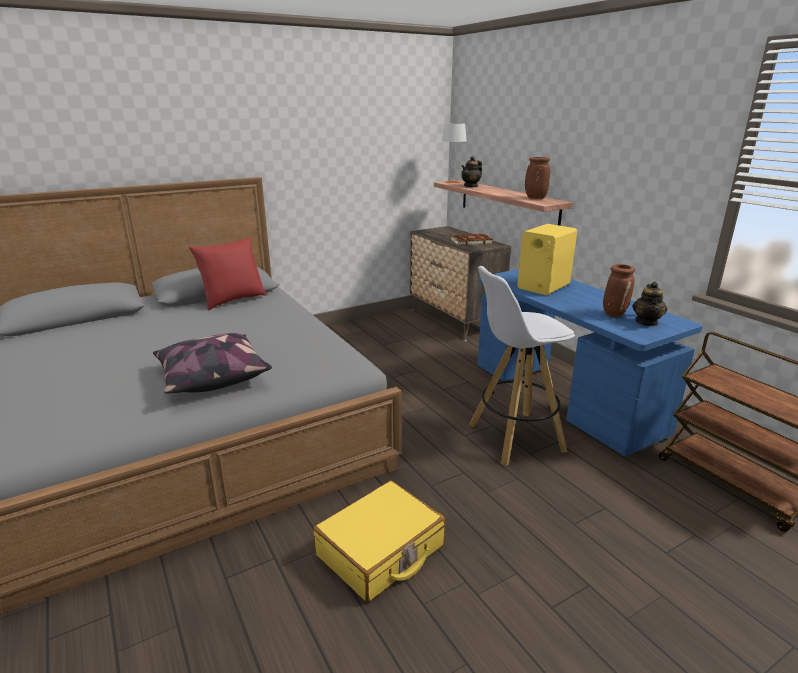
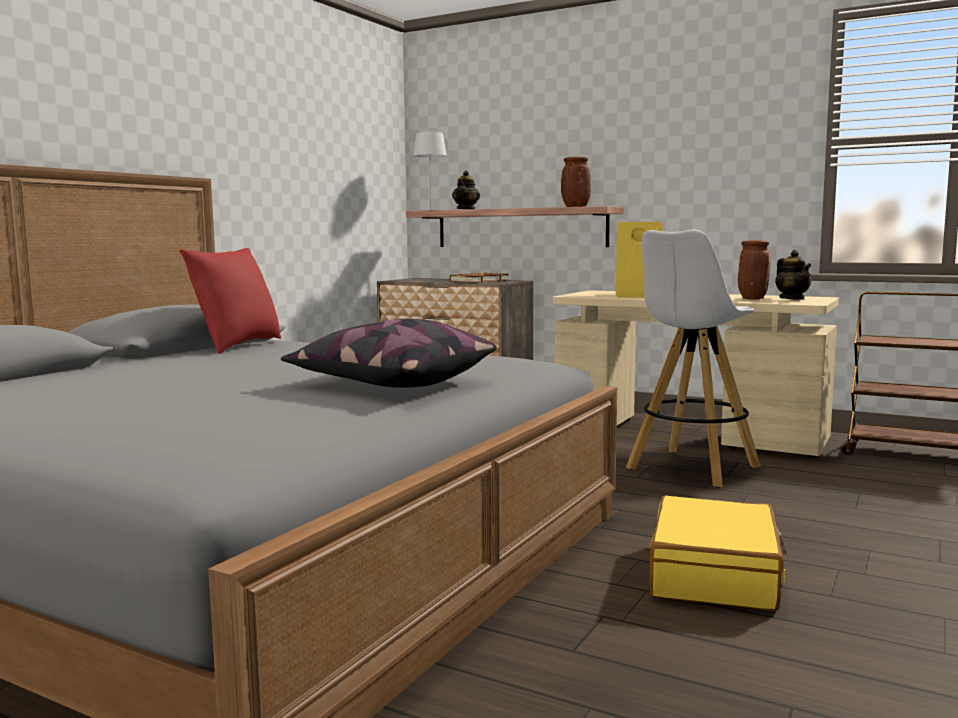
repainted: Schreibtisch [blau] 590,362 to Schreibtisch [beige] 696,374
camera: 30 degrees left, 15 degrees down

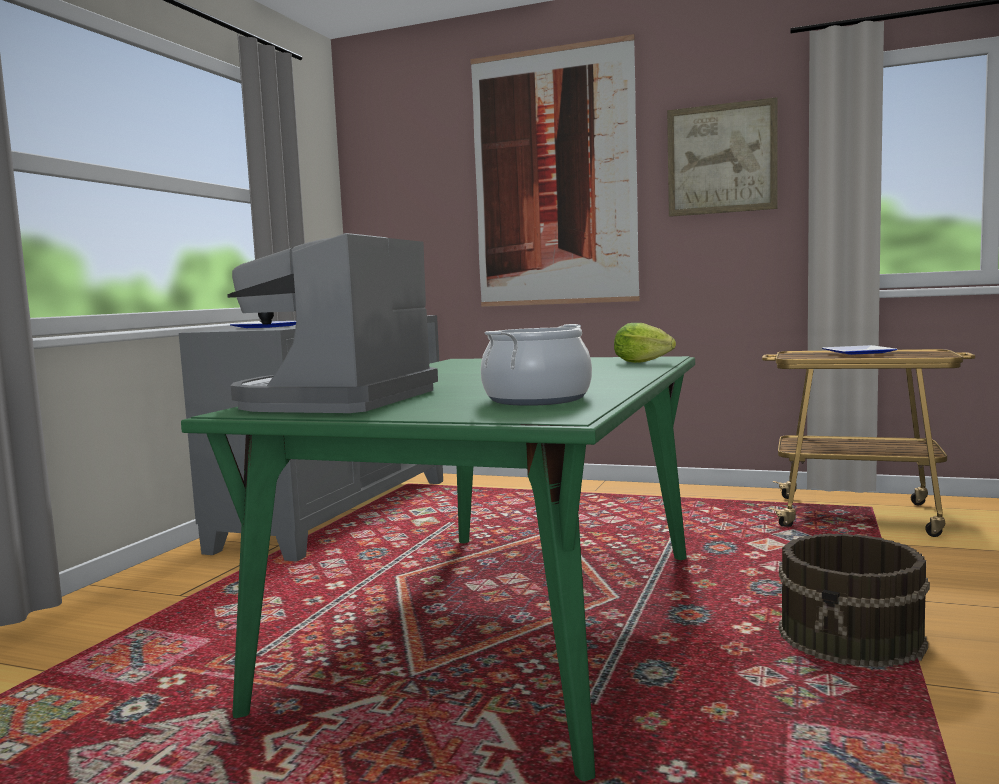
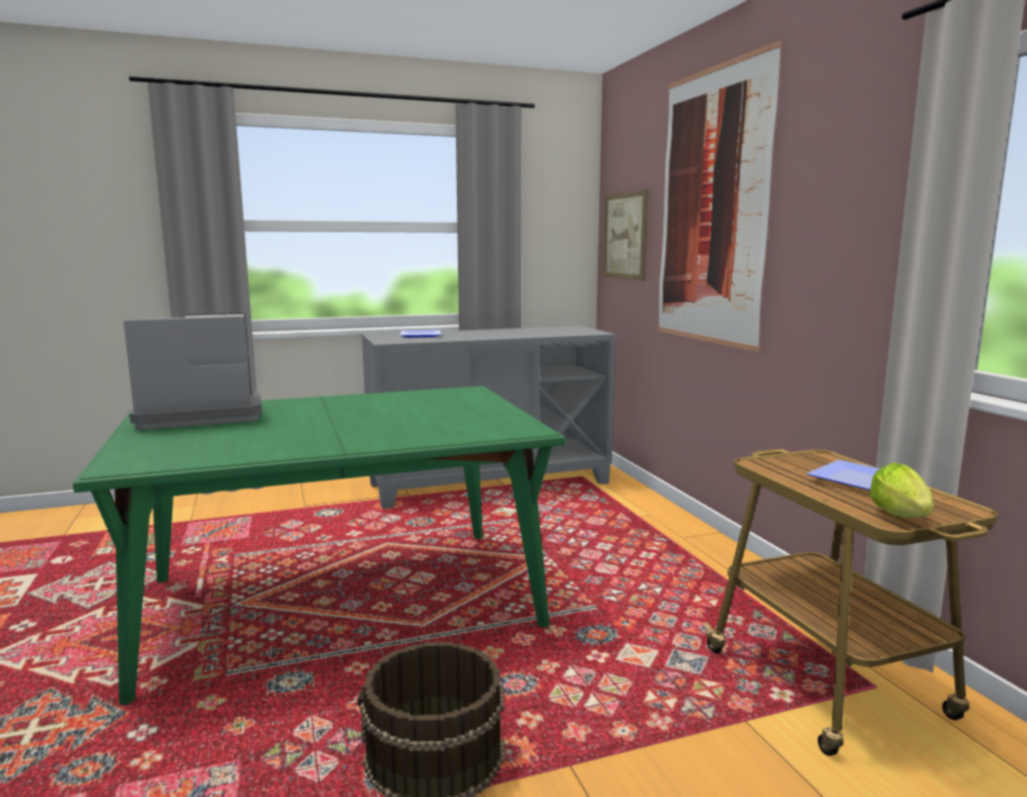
gone: Kochtopf 536,365
shifted: Salatkopf 645,343 to 902,490; Bild 722,157 to 626,234
camera: 50 degrees right, 5 degrees up

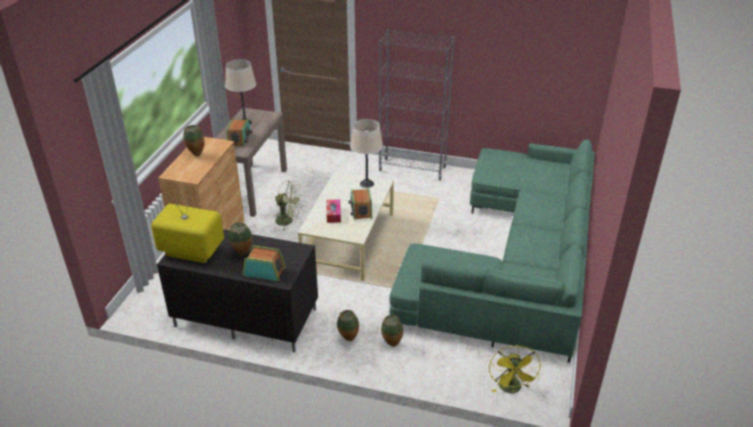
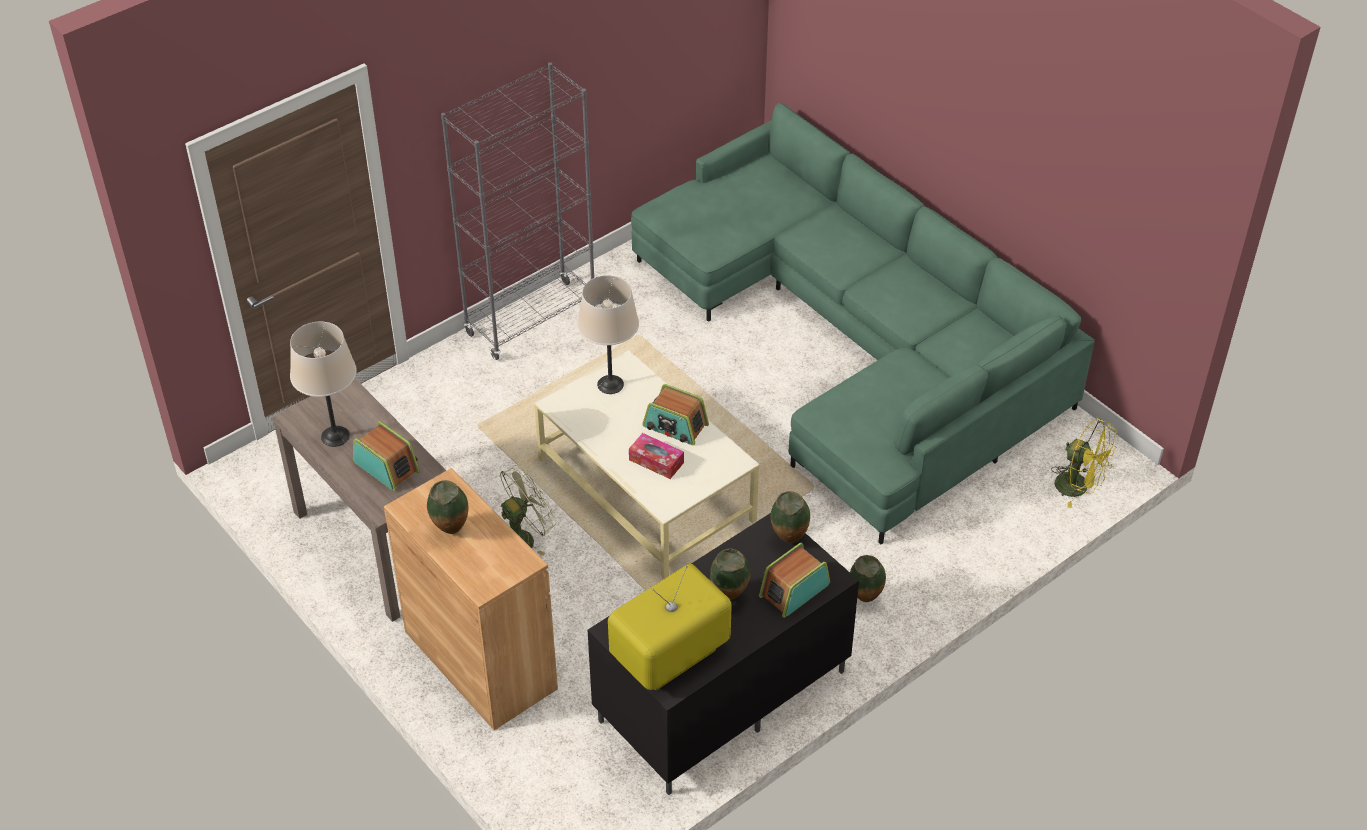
shifted: Vase 392,331 to 790,517
camera: 55 degrees left, 10 degrees up

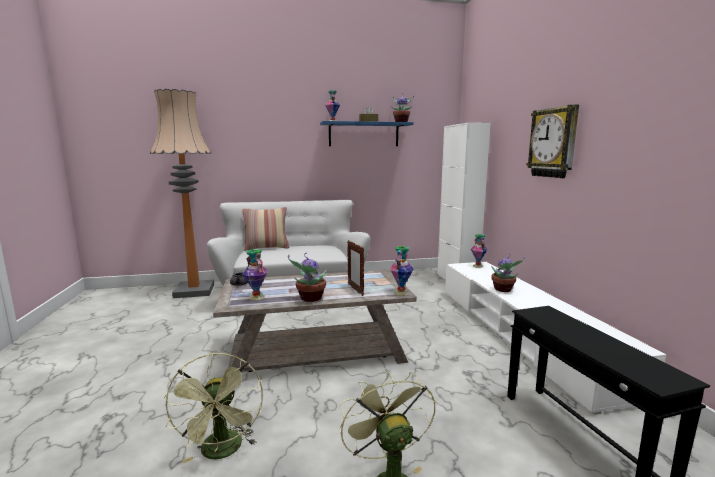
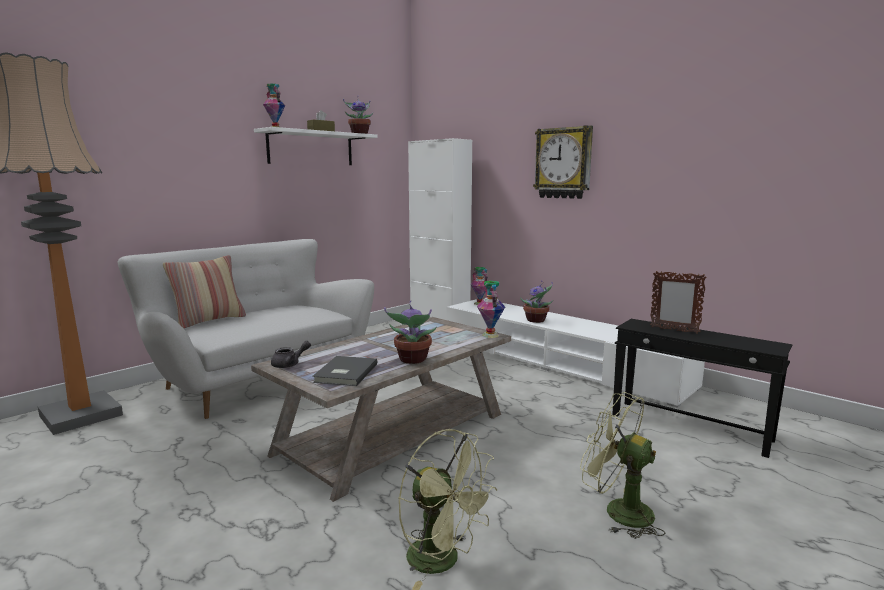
shifted: Bilderrahmen 355,268 to 678,302
swapped: Vase 255,274 to Buch [grau] 345,371
repainted: Wandregal [blau] 367,133 to Wandregal [weiß] 316,146
camera: 35 degrees left, 0 degrees up

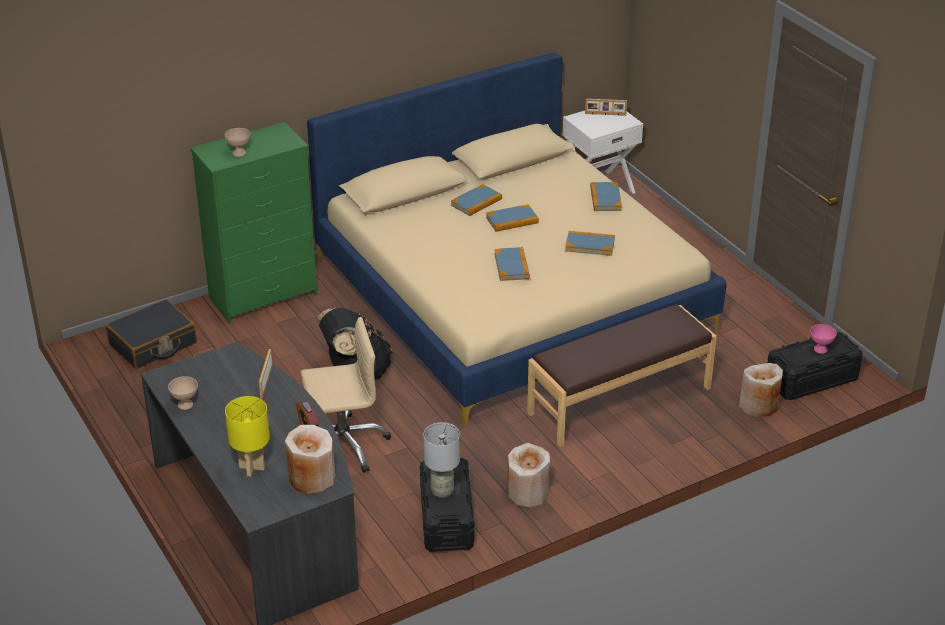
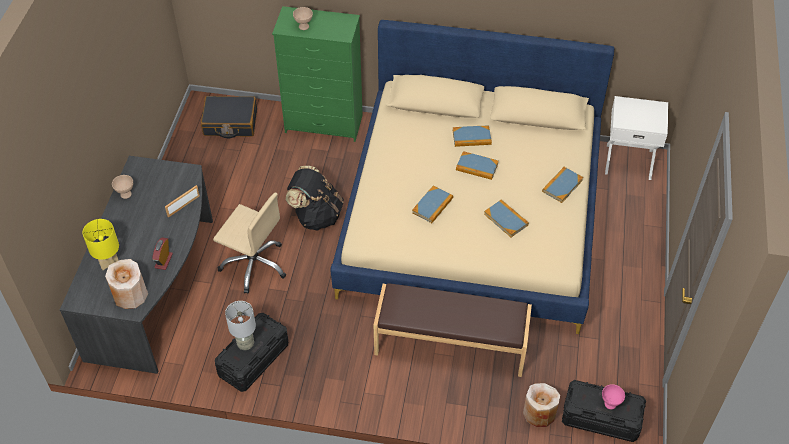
gone: Vase [beige] 528,475; Bilderrahmen 606,107
camera: 40 degrees right, 15 degrees up

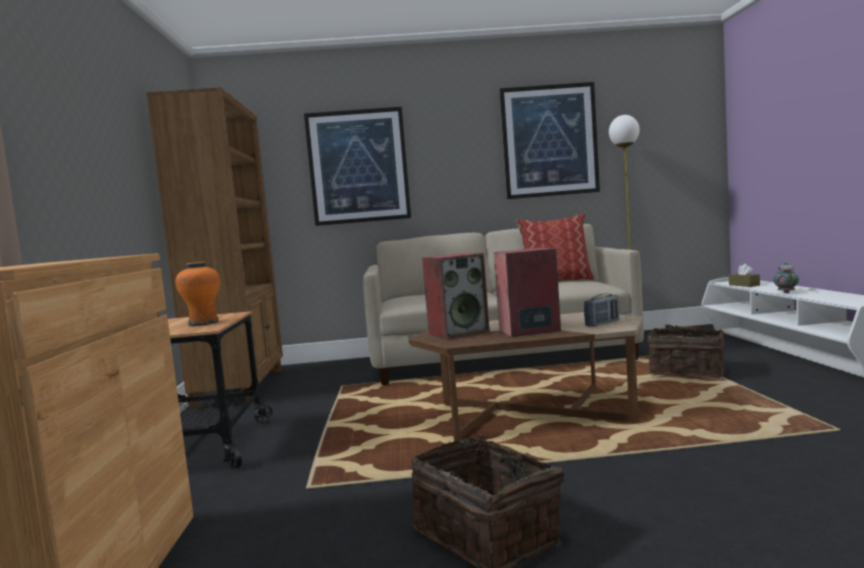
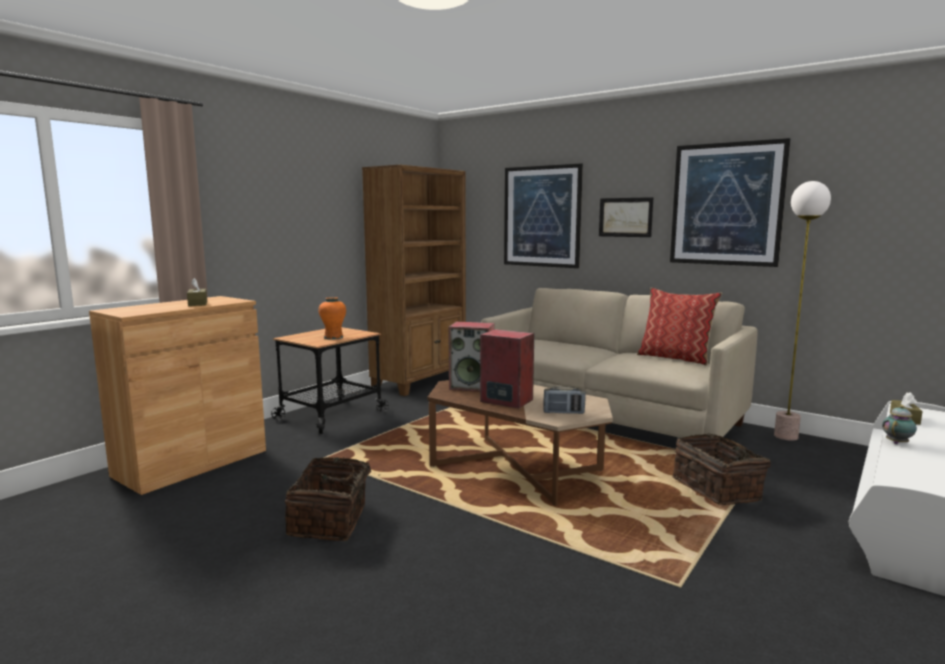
new: Taschentuchbox [braun] 197,292; Bild 626,217
camera: 40 degrees right, 5 degrees up

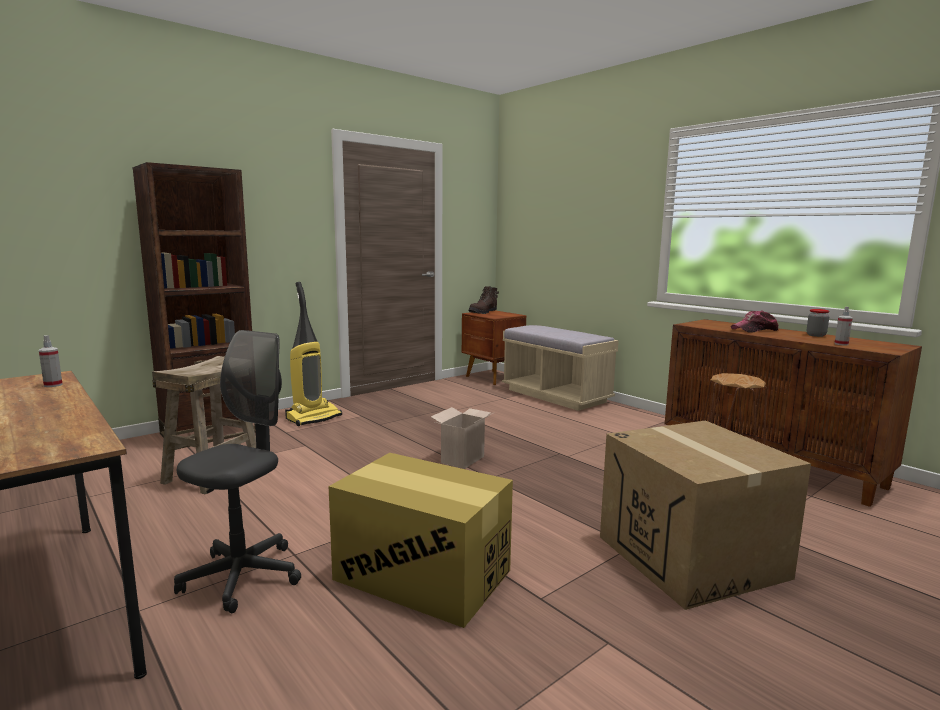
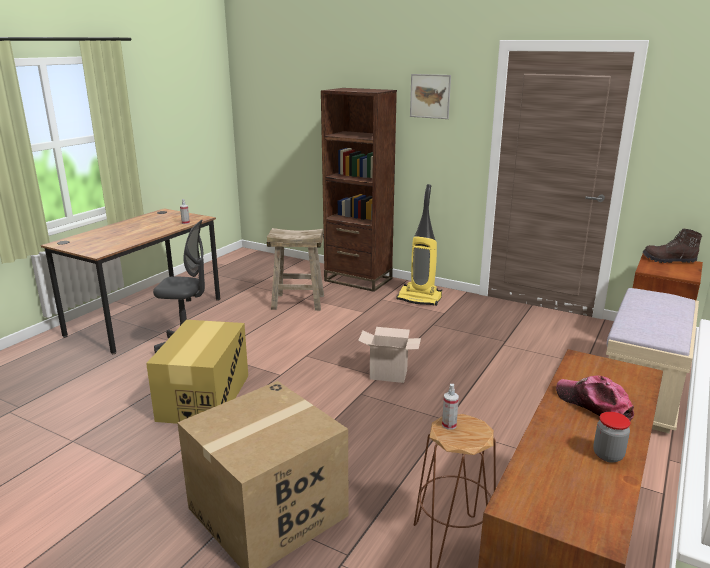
new: Bild 430,96
shifted: Sprühflasche 843,326 to 450,407
camera: 70 degrees right, 10 degrees up

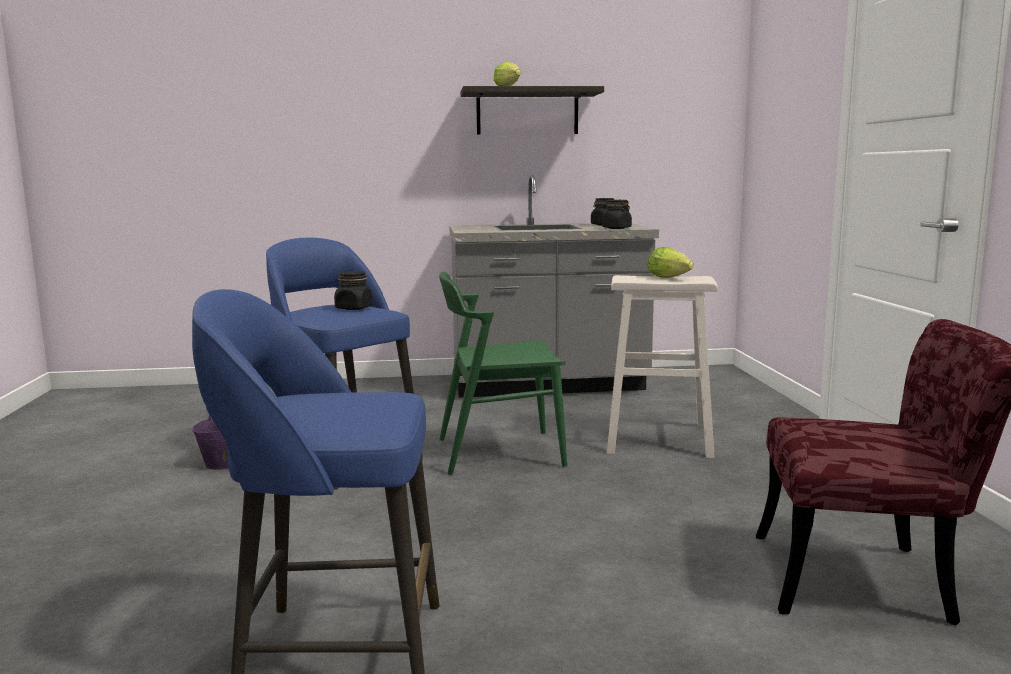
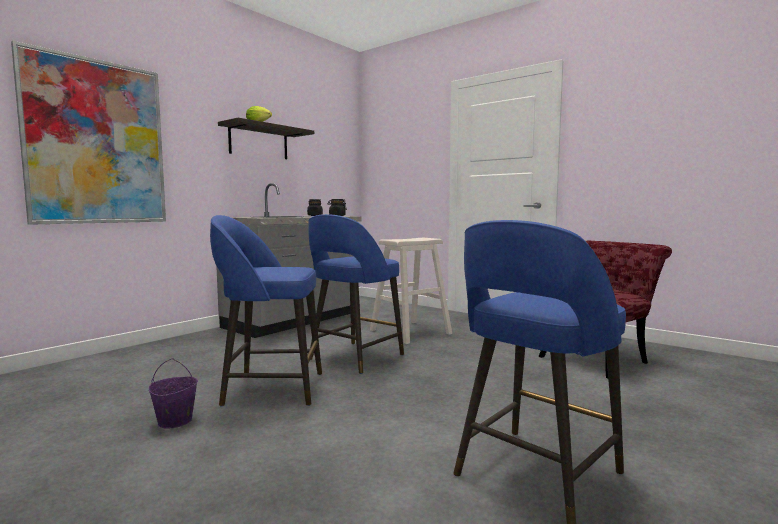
gone: Vorratsglas [schwarz] 353,290; Salatkopf 670,262
new: Bild 88,133
swapped: Stuhl [grün] 503,373 to Hocker [blau] 356,294
camera: 45 degrees left, 5 degrees down

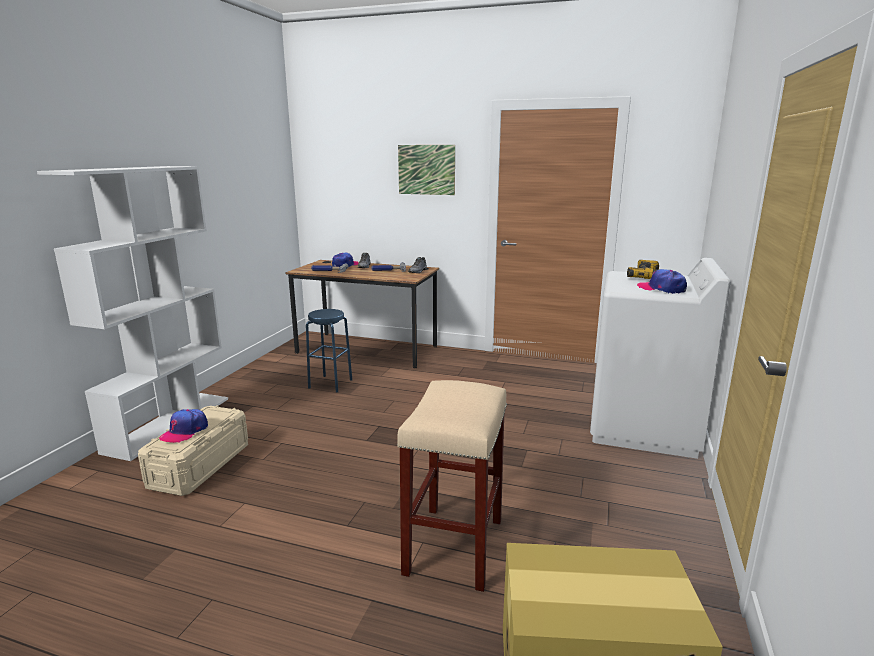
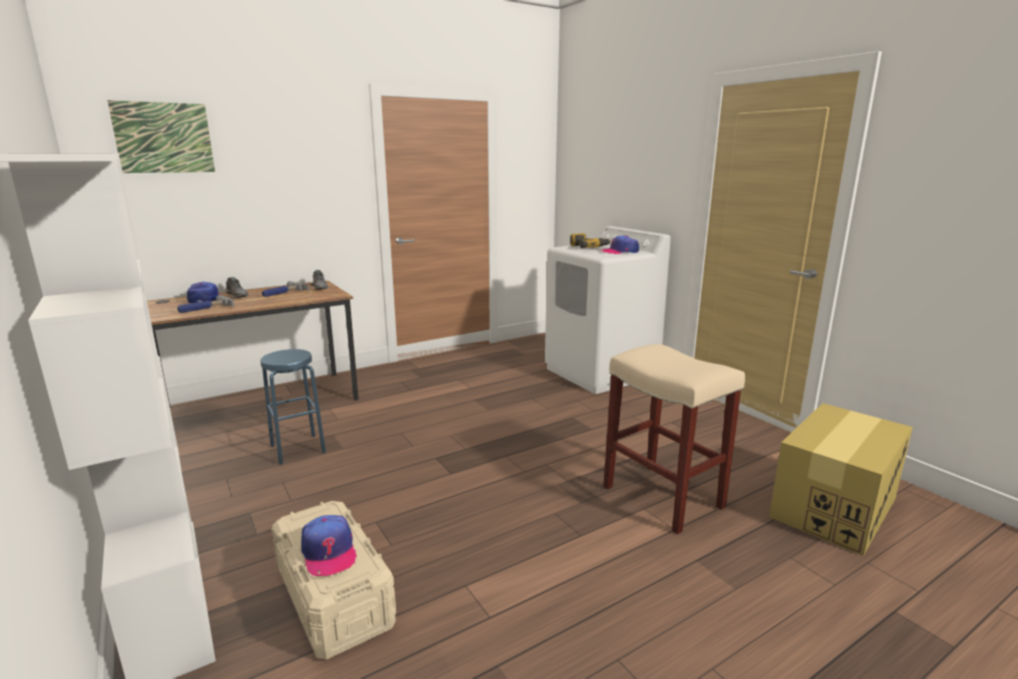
shifted: Bild 426,170 to 161,136
camera: 50 degrees left, 0 degrees up

